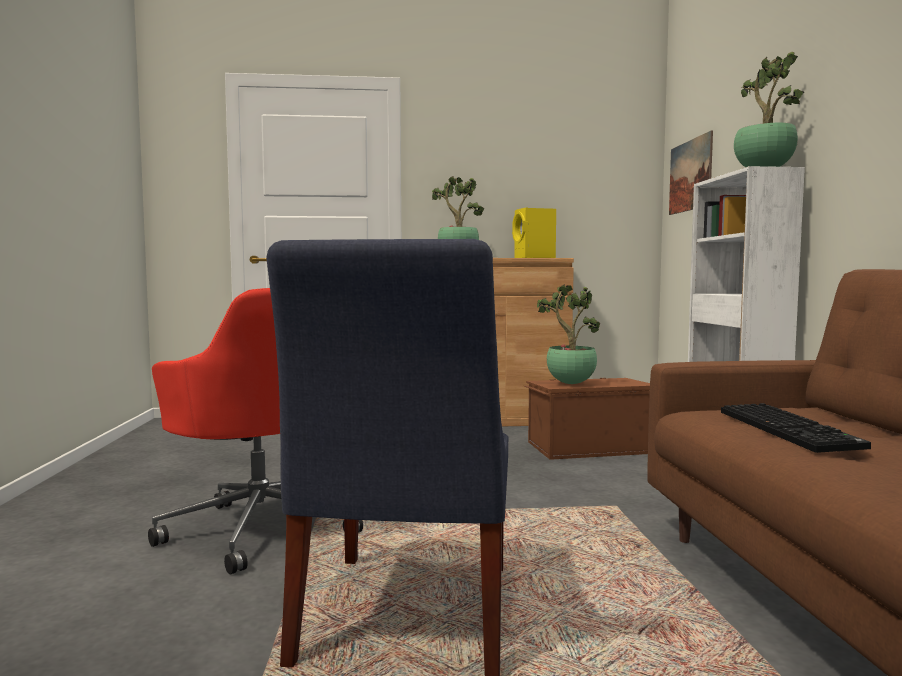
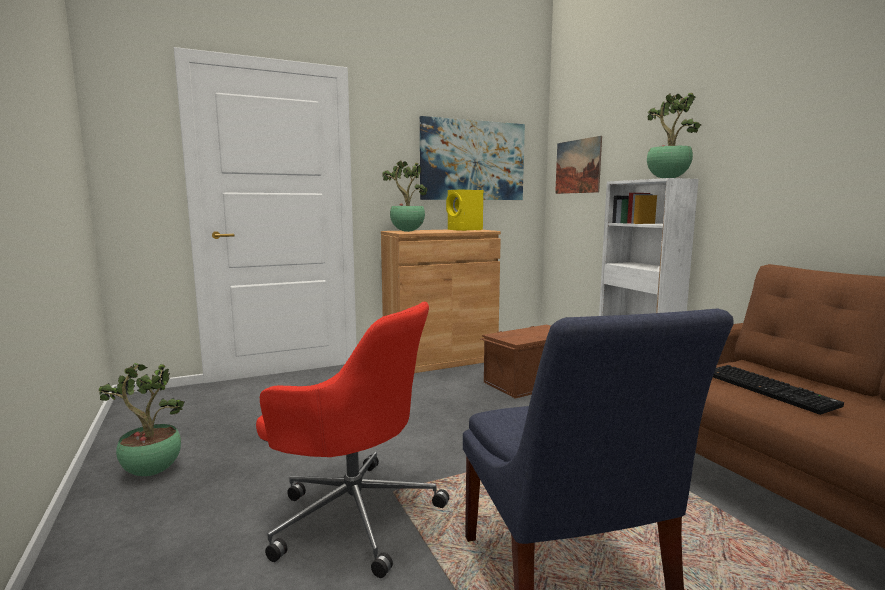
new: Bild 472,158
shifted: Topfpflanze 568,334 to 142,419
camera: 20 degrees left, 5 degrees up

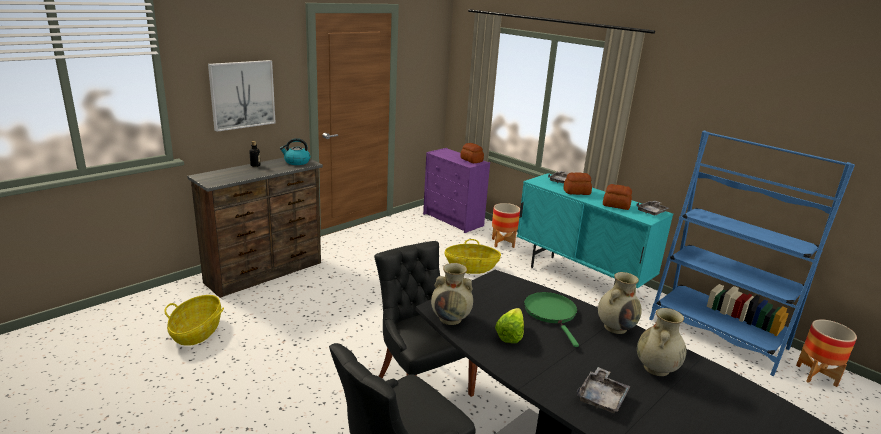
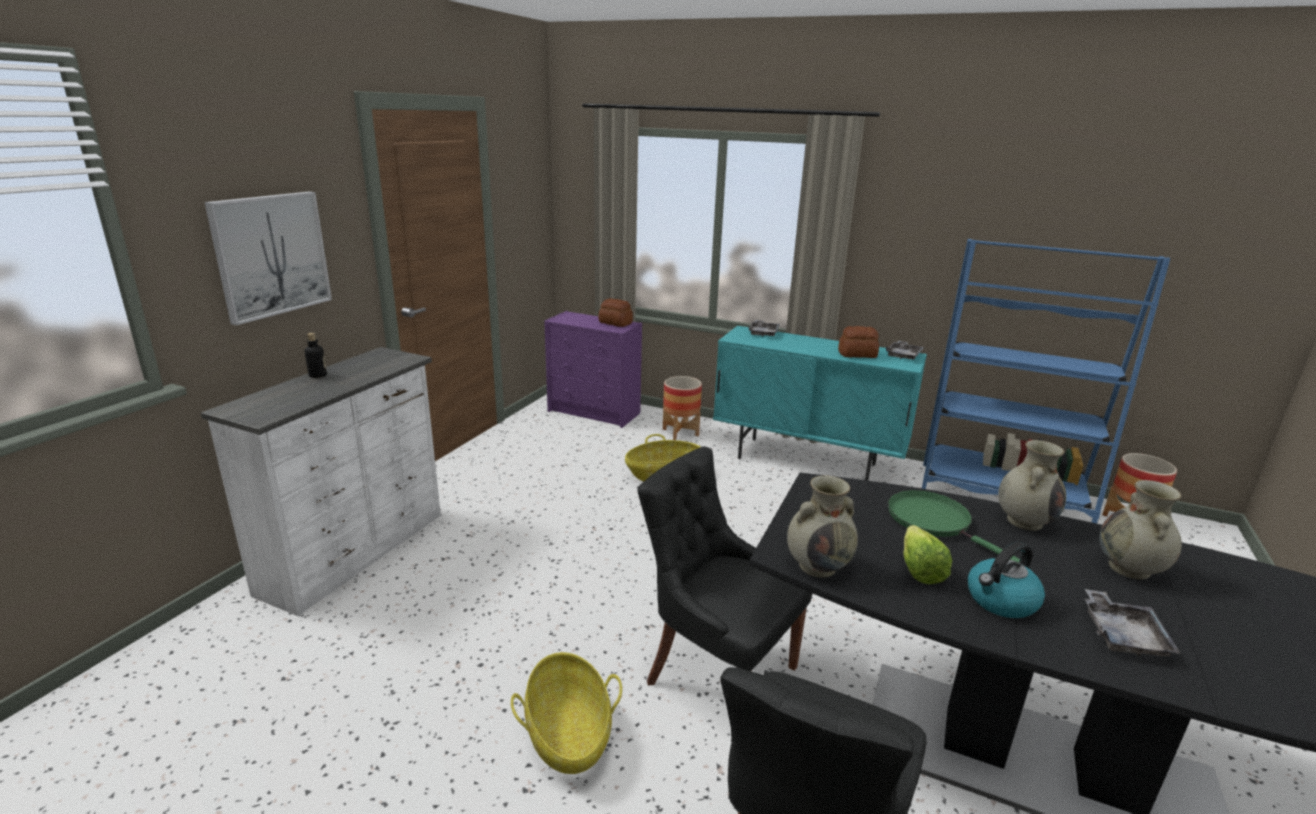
gone: Brot 577,183
shifted: Korb 194,320 to 566,713; Wasserkessel 295,151 to 1006,579
repainted: Kommode [braun] 255,228 to Kommode [weiß] 321,481
camera: 20 degrees left, 0 degrees up

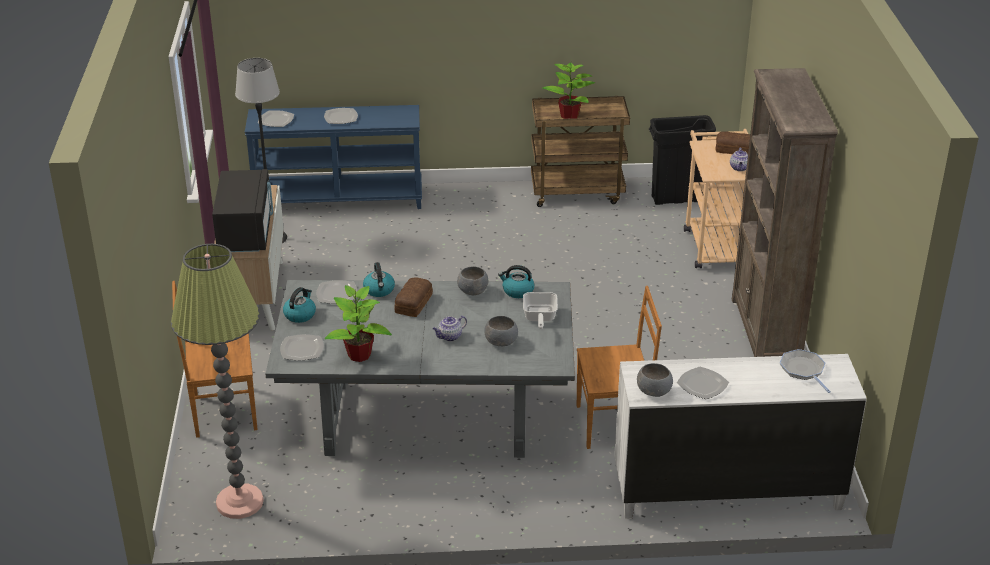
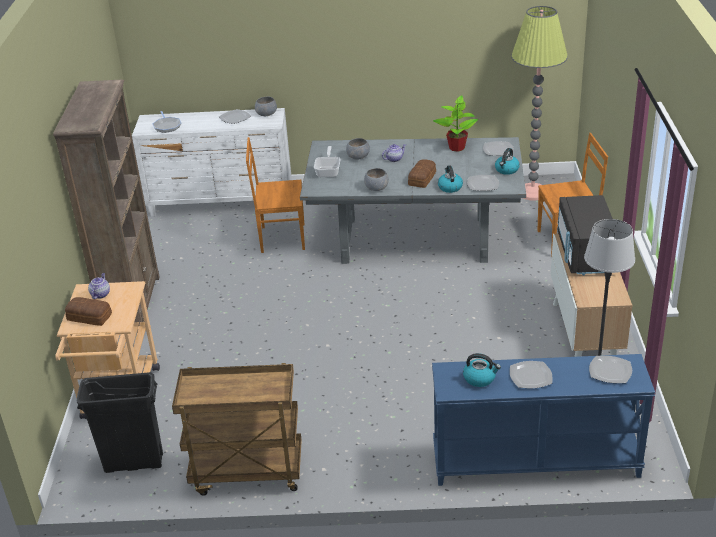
gone: Topfpflanze 568,91
shifted: Wasserkessel 516,281 to 482,370
camera: 175 degrees left, 0 degrees up

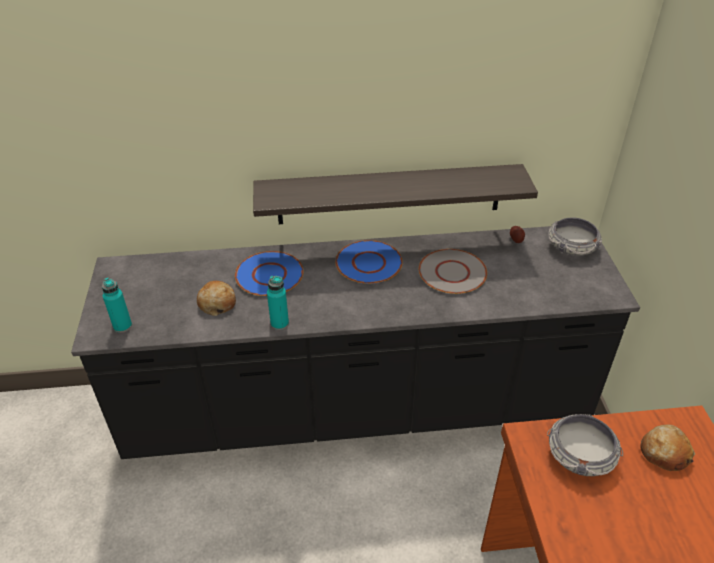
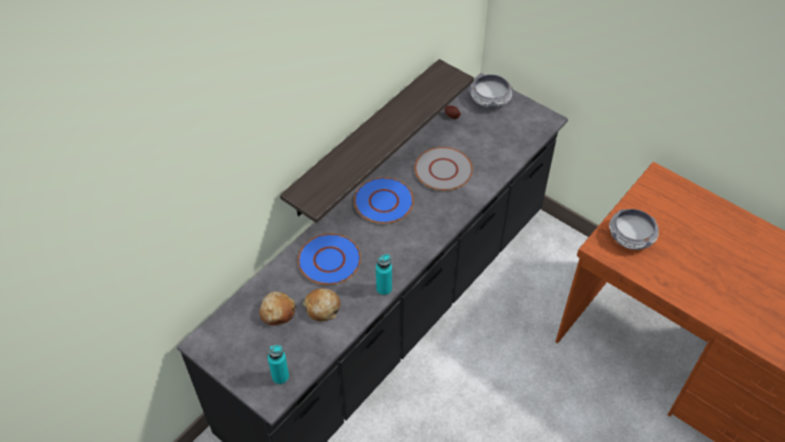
shifted: Brot 667,448 to 278,308
camera: 45 degrees left, 10 degrees up

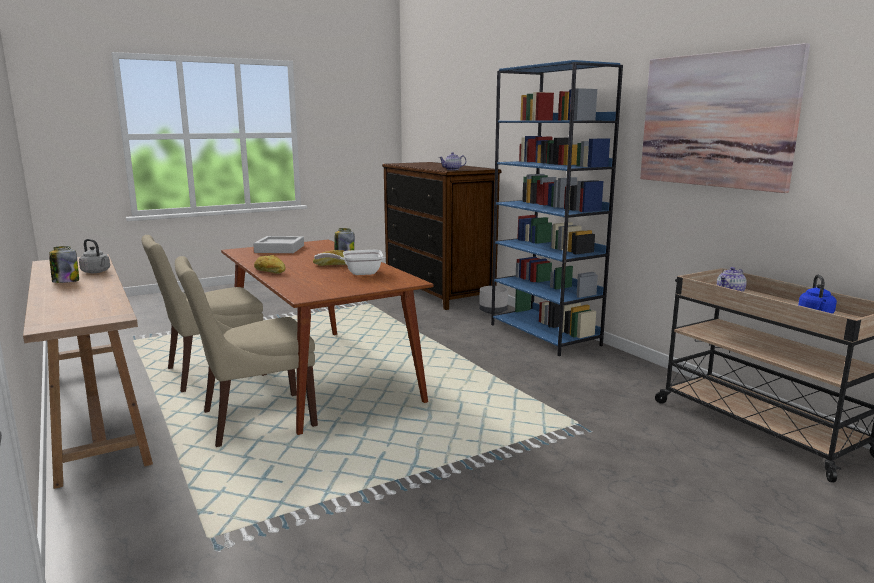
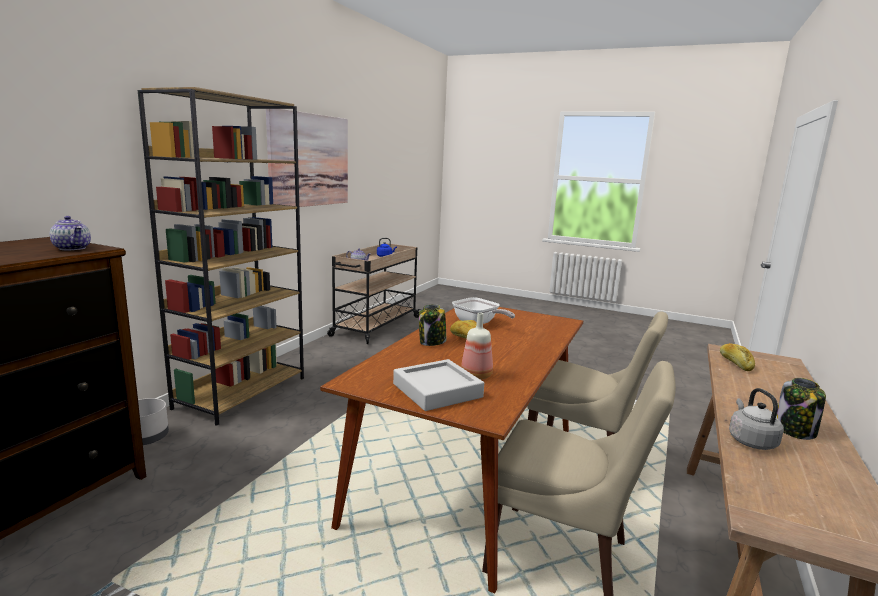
new: Flasche 477,346
shifted: Brot 270,264 to 737,357
repainted: Bücherregal [blau] 557,208 to Bücherregal [braun] 221,256
camera: 125 degrees left, 0 degrees up

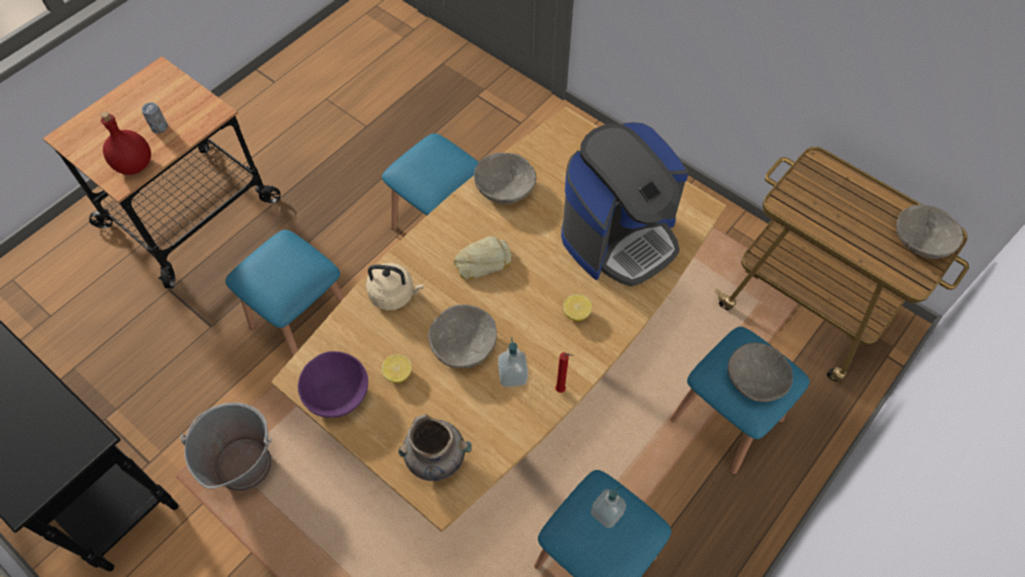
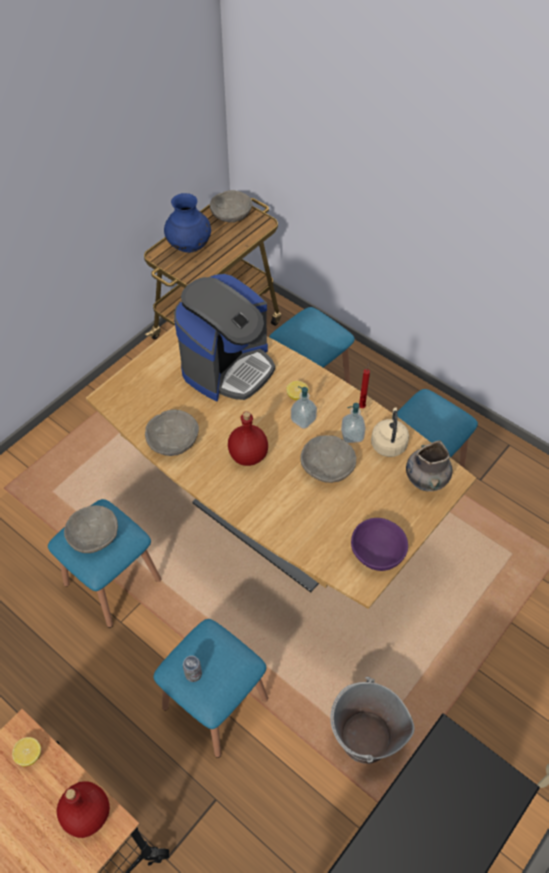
new: Vase [blau] 187,223
shifted: Dose 155,118 to 192,669; Wasserkessel [beige] 395,286 to 390,432; Zitrone 396,368 to 26,751; Seifenspender 608,507 to 304,407; Schüssel [grau] 760,372 to 91,529
swapped: Brot 482,257 to Flasche [rot] 248,438
rotated: Kaffeemaschine 625,204 = 224,337 75 degrees clockwise
camera: 90 degrees left, 5 degrees down

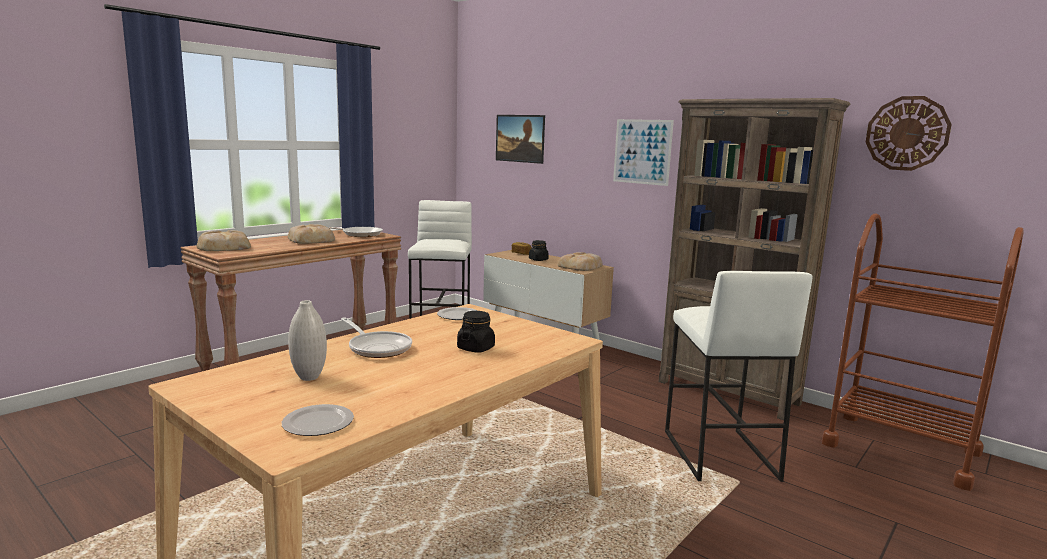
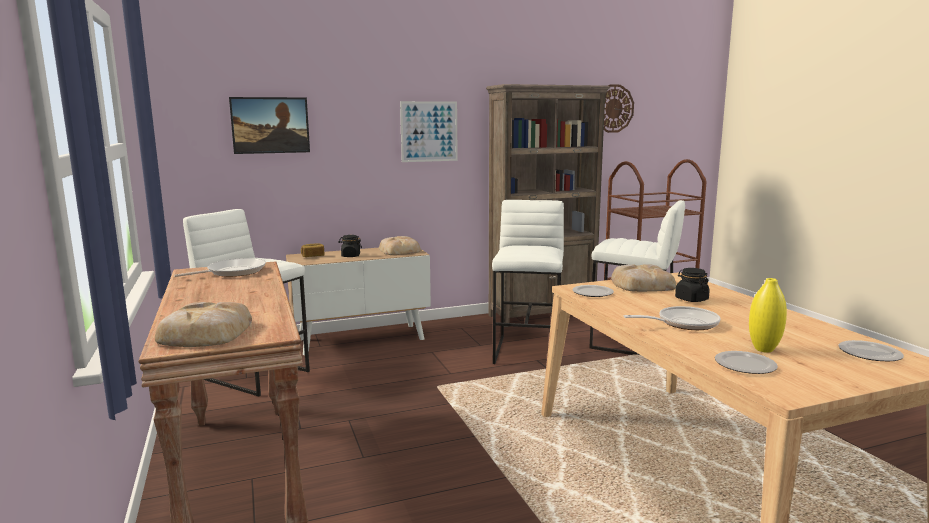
new: Hocker [weiß] 528,282; Teller 746,362
shifted: Brot 311,234 to 643,278
repainted: Vase [weiß] 307,340 to Vase [gelb] 768,315
camera: 60 degrees left, 0 degrees up

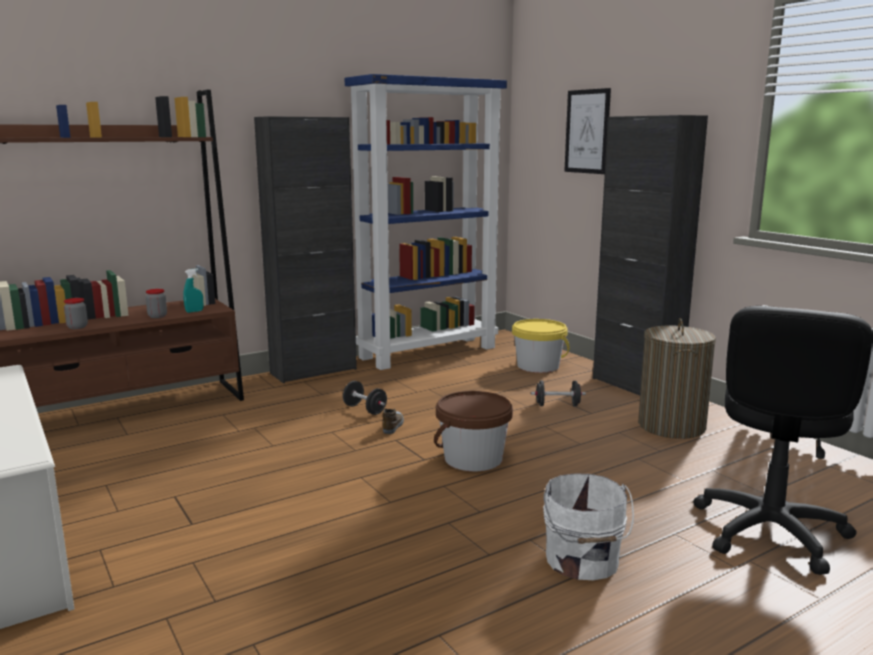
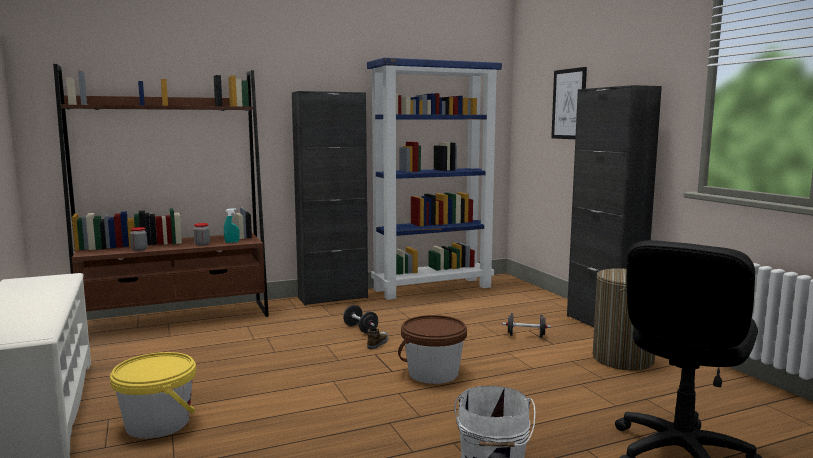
shifted: Eimer [gelb] 541,346 to 153,395
camera: 10 degrees right, 5 degrees down

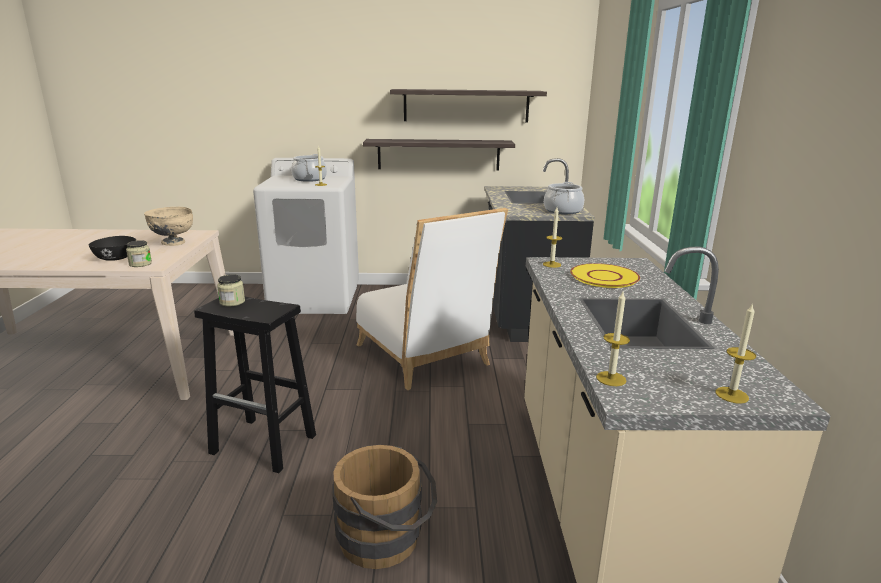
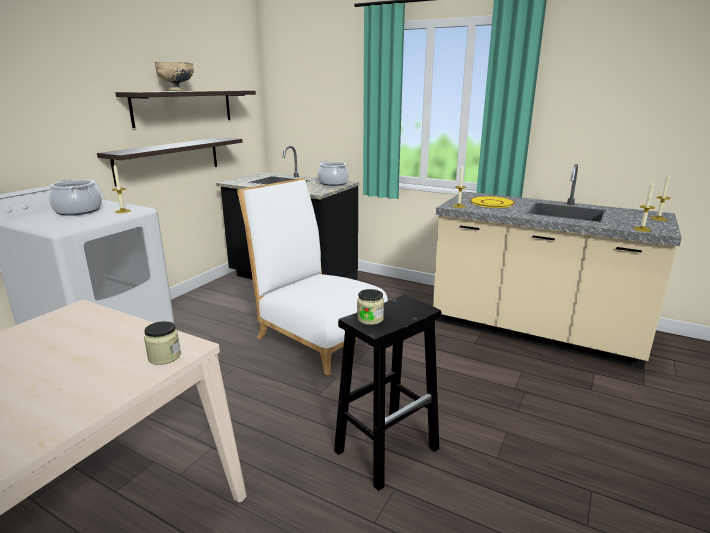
gone: Schüssel [schwarz] 112,248; Eimer [braun] 384,507
shifted: Schüssel [beige] 168,226 to 174,76
rotated: Stuhl [weiß] 432,299 = 312,277 135 degrees counterclockwise
camera: 60 degrees left, 0 degrees up

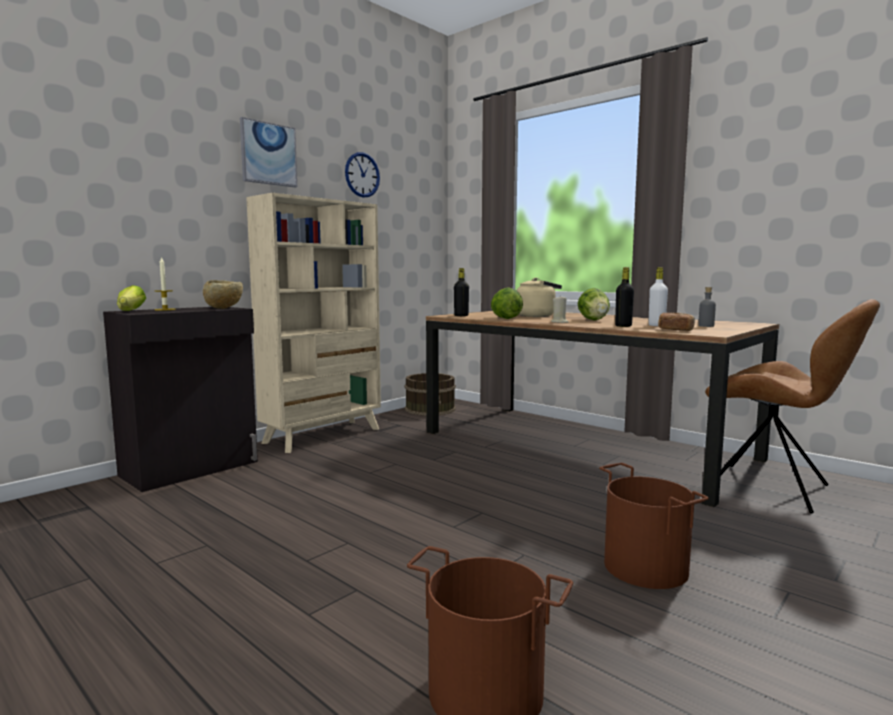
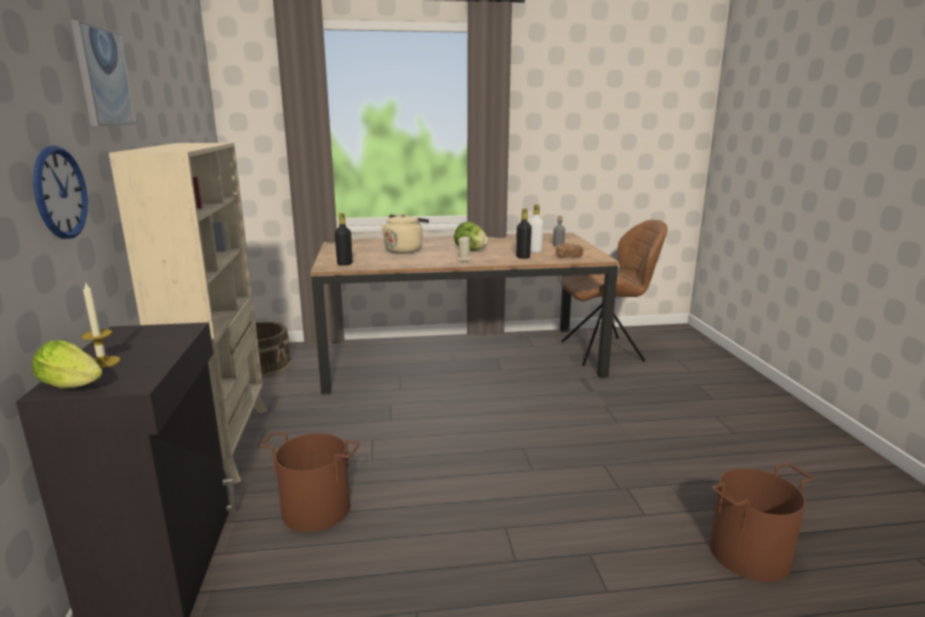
gone: Schüssel [beige] 223,294; Salatkopf 507,303
shifted: Wanduhr 362,175 to 60,192; Eimer [braun] 654,526 to 310,482
camera: 50 degrees left, 10 degrees up

